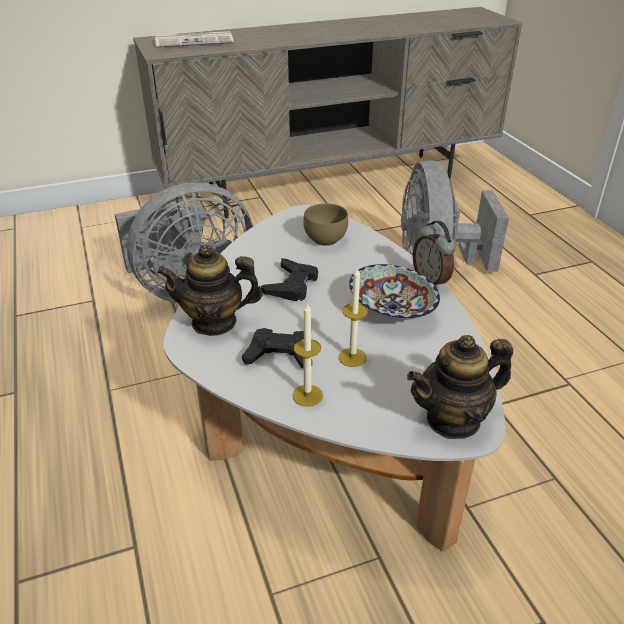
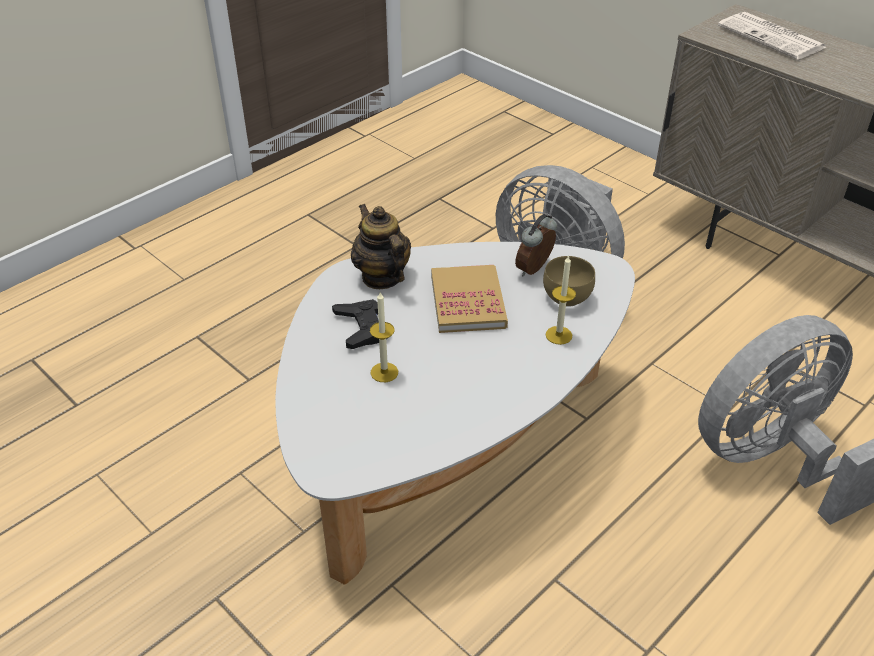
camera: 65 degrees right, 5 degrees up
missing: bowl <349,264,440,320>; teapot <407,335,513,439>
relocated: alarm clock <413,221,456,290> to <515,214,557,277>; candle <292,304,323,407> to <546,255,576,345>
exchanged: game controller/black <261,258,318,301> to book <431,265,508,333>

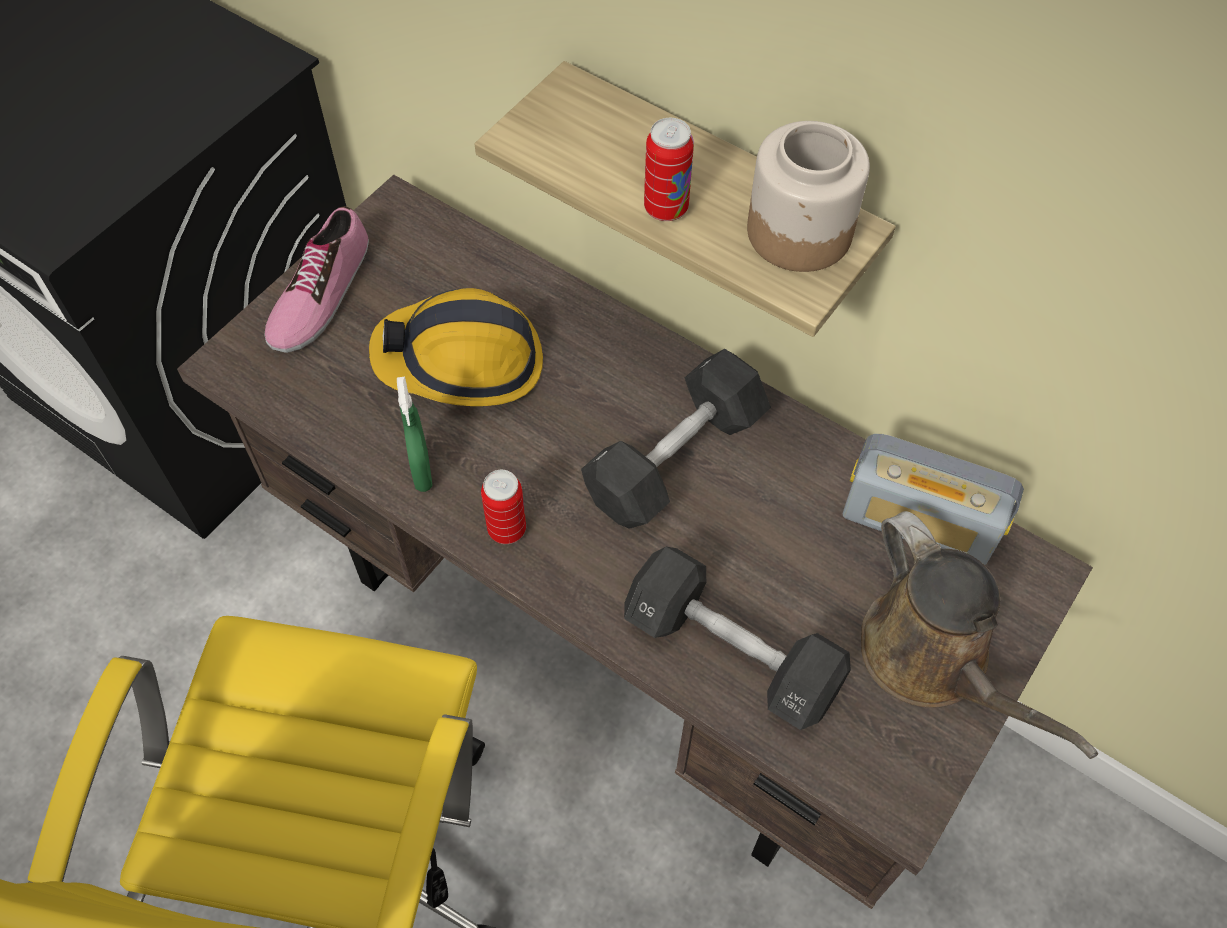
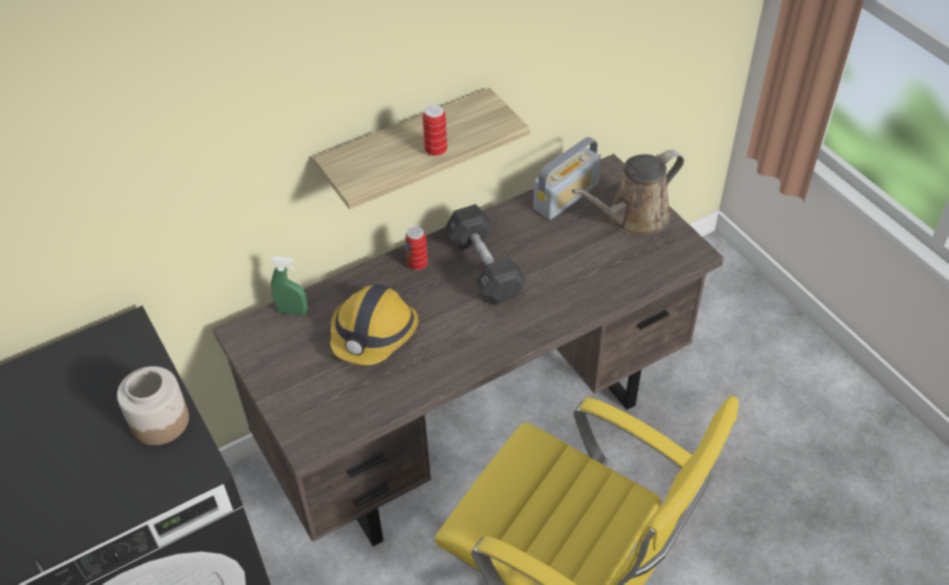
camera: 65 degrees left, 10 degrees down
missing: shoe <265,206,369,353>; dumbbell/black <624,547,851,730>
relocated: jar <747,121,870,272> to <117,366,189,445>; spray bottle/green <397,376,433,492> to <270,256,308,316>; can <481,470,526,544> to <405,226,428,270>
spun: watering can/brown <861,511,1098,759> = <572,150,684,235> 150 degrees clockwise

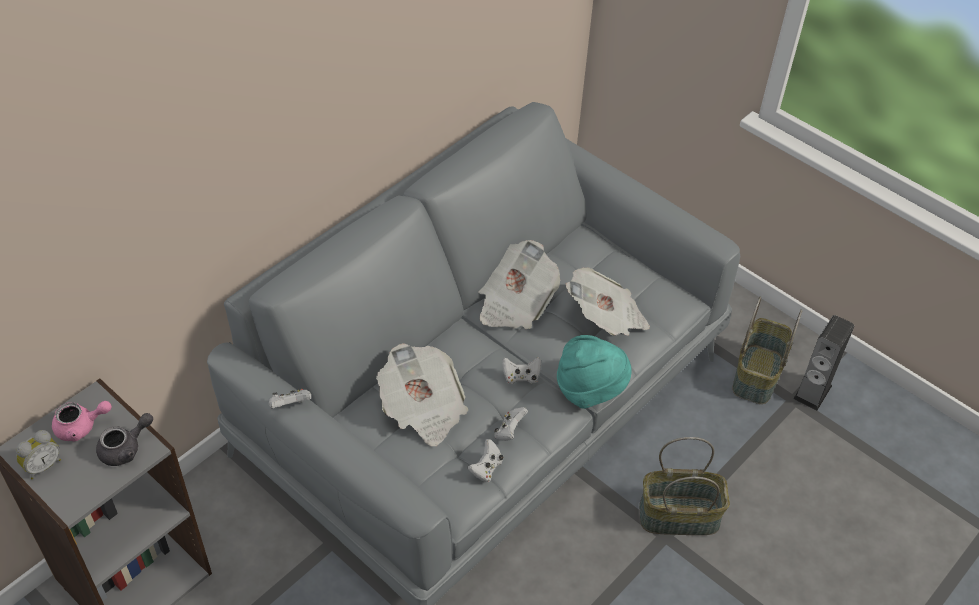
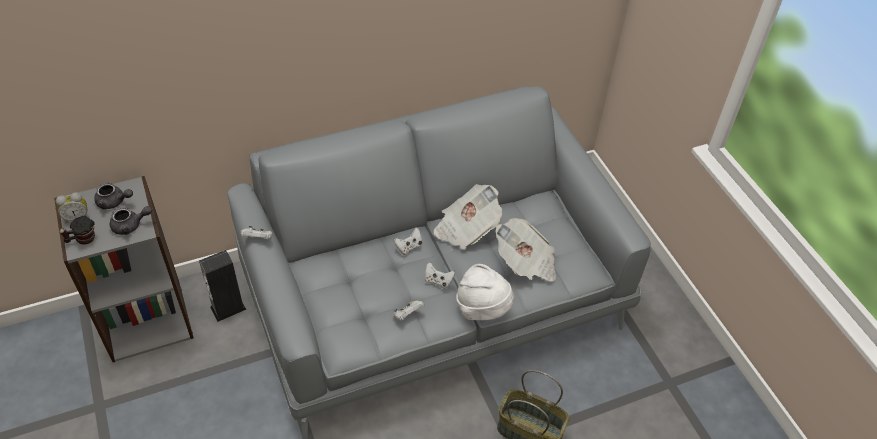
camera: 25 degrees right, 0 degrees up
missing: basket <733,297,802,404>; newspaper <376,343,468,446>
appeared: mug <59,216,95,245>
relocated: speaker <793,315,854,411> to <199,250,247,322>; game controller/white <468,439,504,482> to <394,227,422,255>
colour: hat/turquoise <557,335,632,409> to hat/white <456,264,515,320>; teapot/pink <52,401,112,441> to teapot/grey <94,183,133,210>

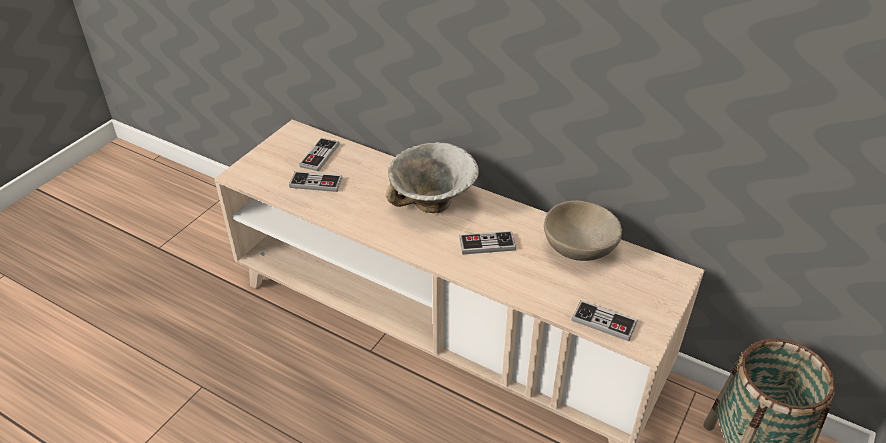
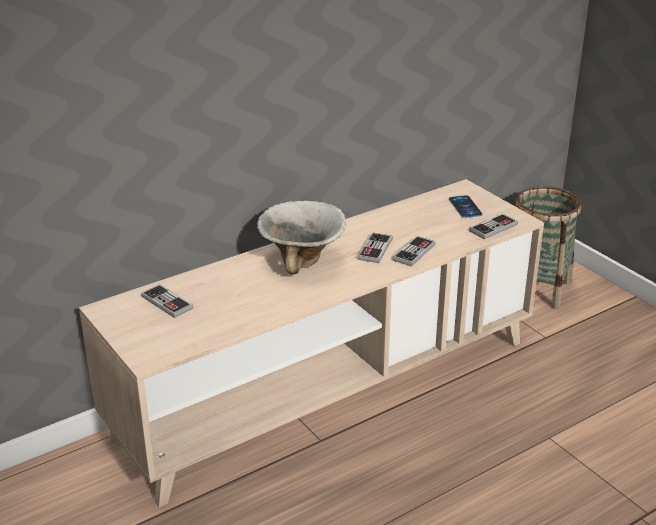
camera: 65 degrees left, 10 degrees down
missing: bowl/beige <544,200,622,261>
appeared: phone <449,195,482,218>
relocated: game controller <289,171,342,192> to <392,236,435,267>

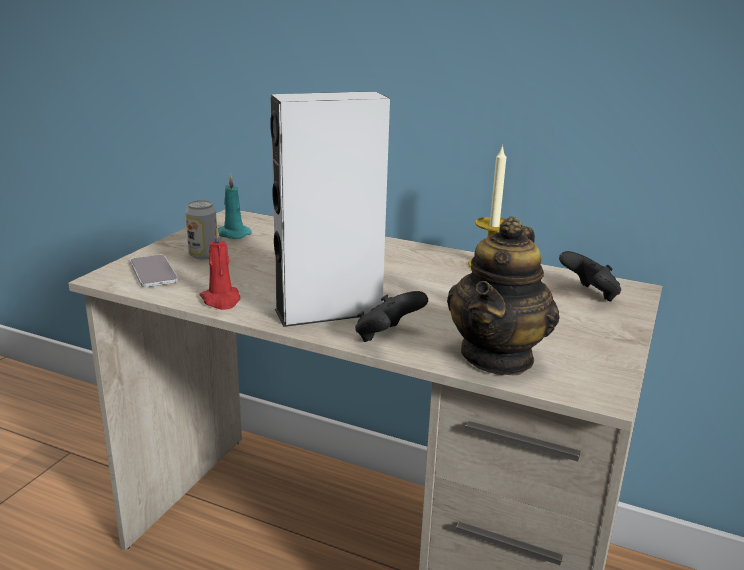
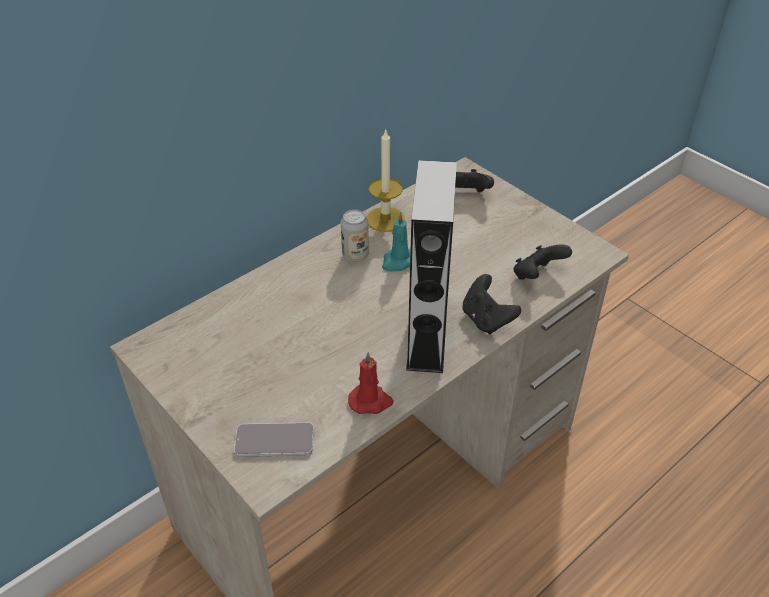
camera: 65 degrees left, 20 degrees up
relocated: candle/turquoise <218,174,252,239> to <382,212,411,272>; can <185,200,217,259> to <341,210,369,262>
exchanged: teapot <447,216,560,375> to game controller/black <514,244,572,280>

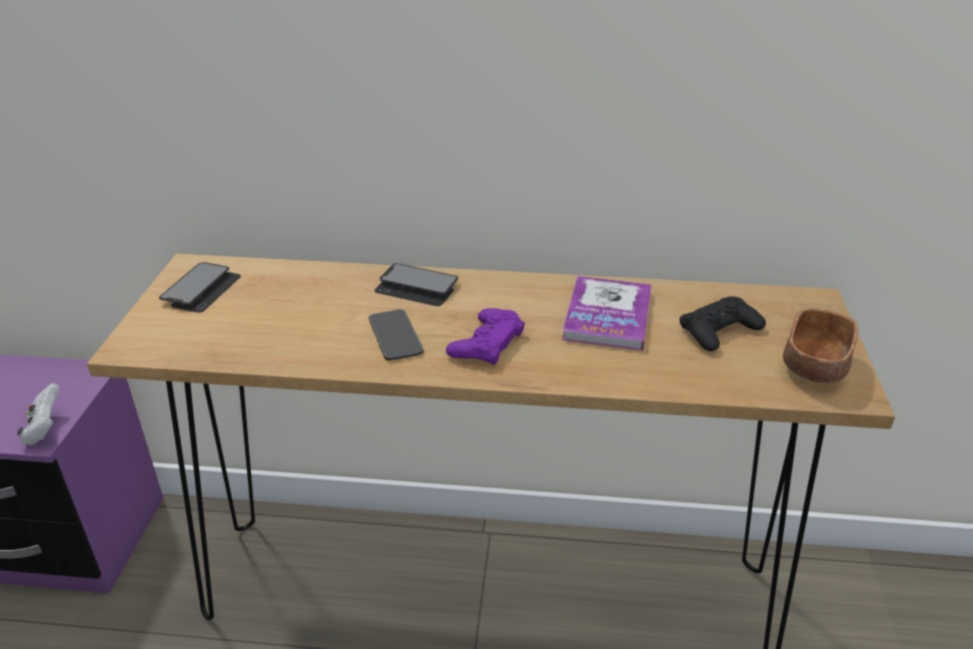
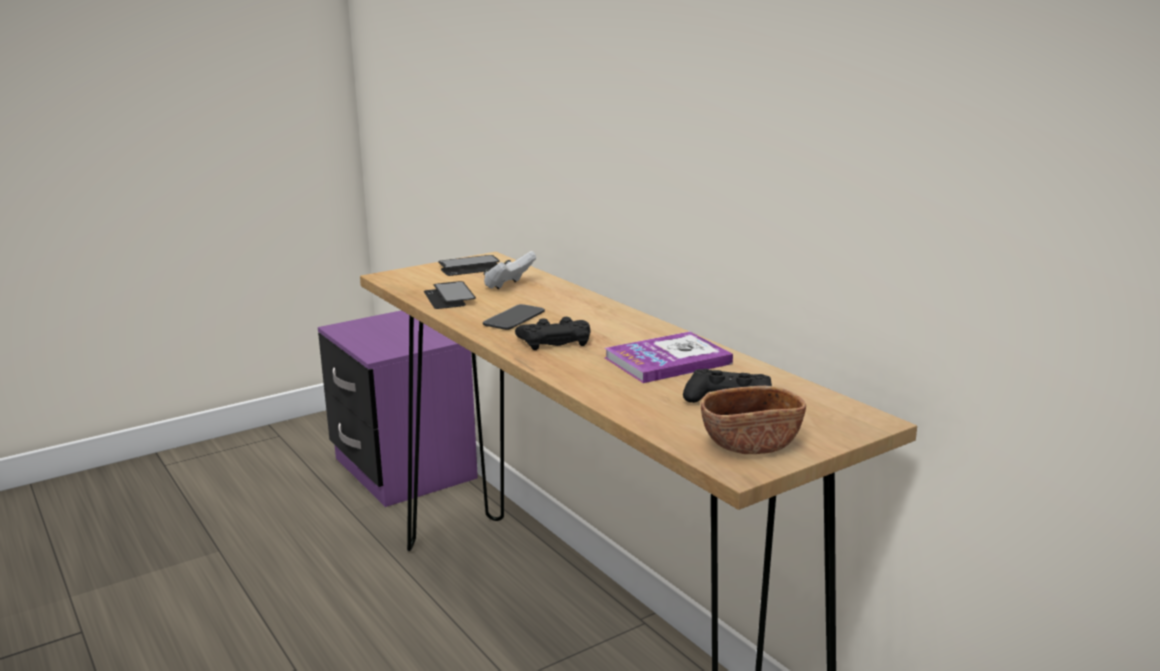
camera: 50 degrees right, 15 degrees down
relocated: phone <374,263,458,306> to <424,281,476,309>; game controller/white <17,383,60,445> to <484,251,536,289>
colour: game controller/purple <446,308,525,365> to game controller/black <515,317,591,350>

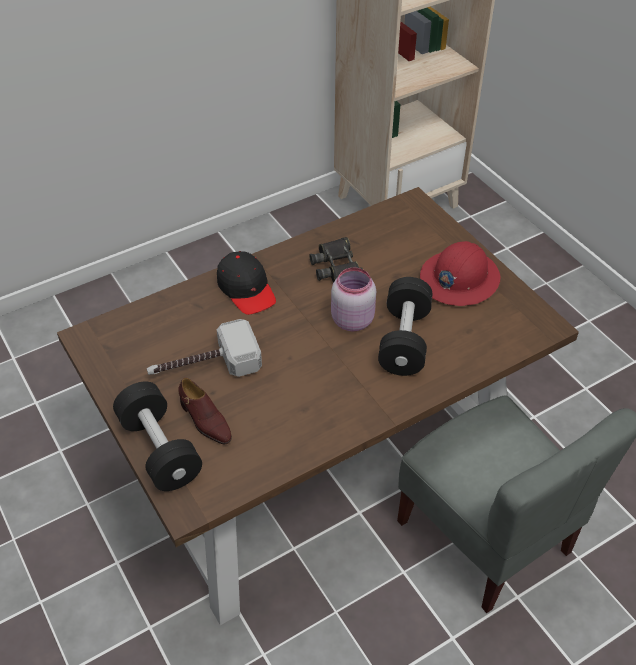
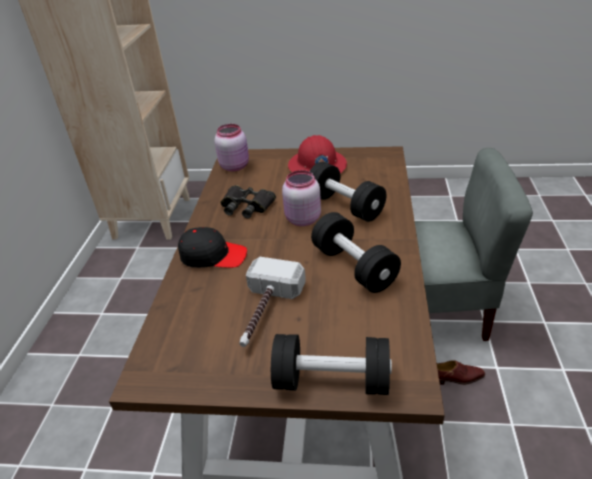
camera: 50 degrees left, 10 degrees down
appeared: jar/pink <214,124,249,171>; dumbbell/black <311,212,401,293>
relocated: shoe/brown <178,378,232,444> to <437,360,485,385>

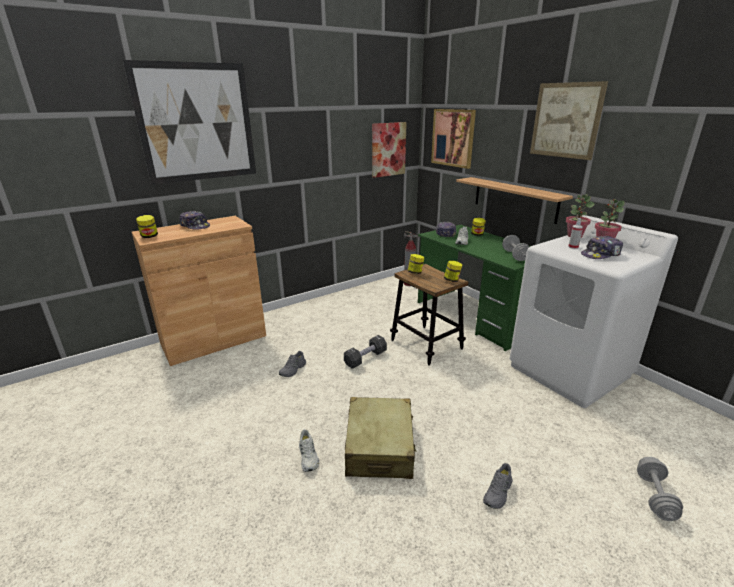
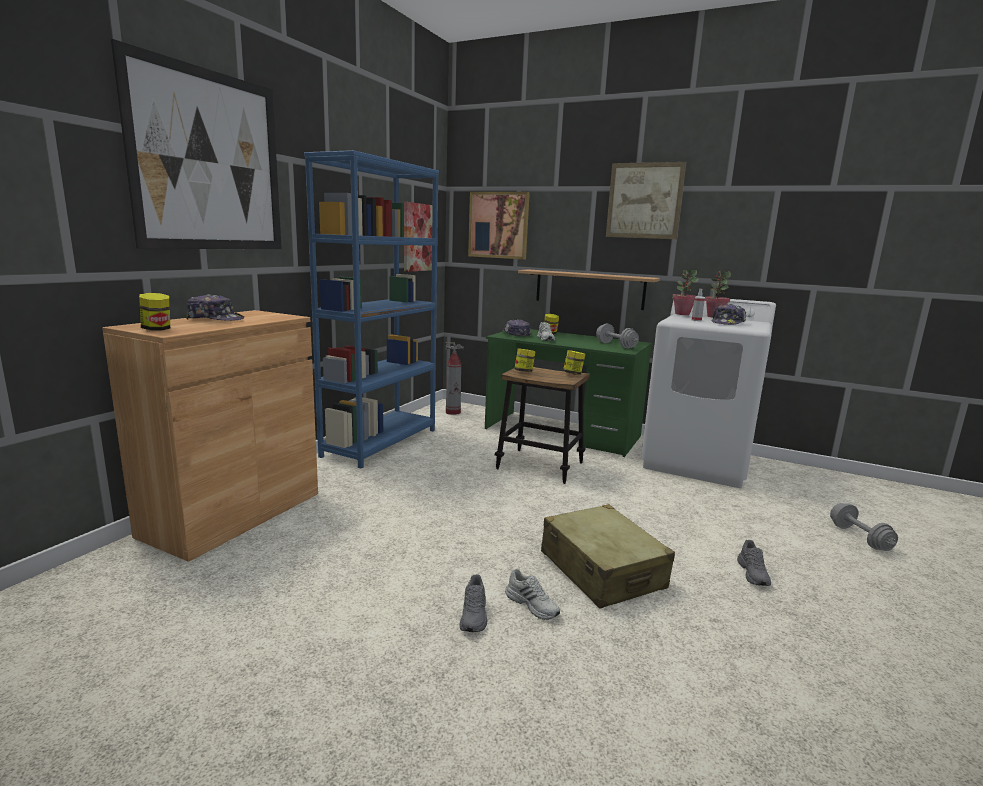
camera: 30 degrees left, 10 degrees down
missing: dumbbell/black <344,335,387,369>
appeared: bookcase/blue <304,150,439,469>
relocated: shoe/grey <279,351,306,377> to <460,574,487,632>

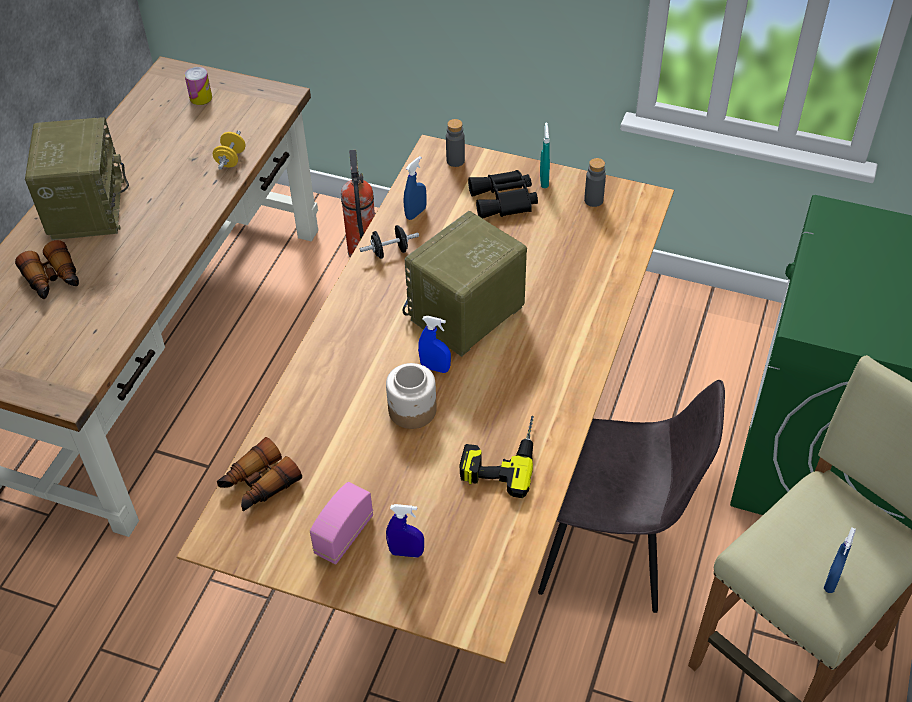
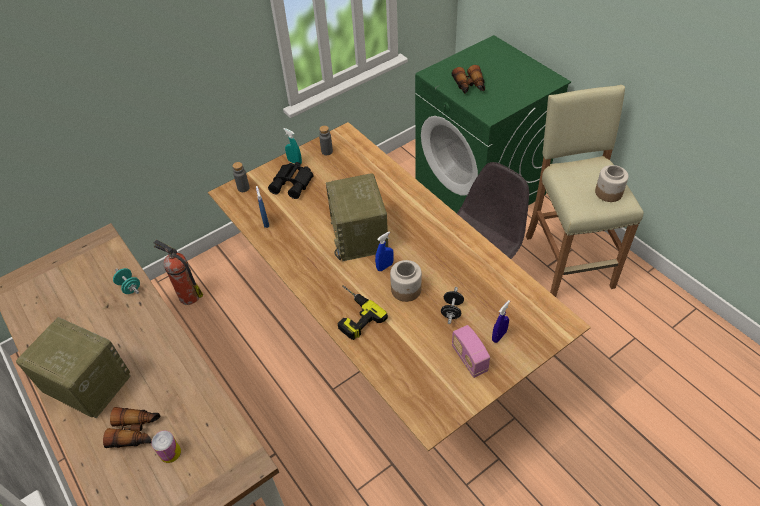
camera: 55 degrees left, 0 degrees up
relocated: can <184,67,212,105> to <151,431,181,463>; dumbbell/black <360,225,419,259> to <441,287,464,324>; power drill <460,416,534,498> to <338,285,388,340>; binoculars <217,437,302,511> to <452,65,485,94>
exchanged: spray bottle/blue <824,527,856,593> to jar <595,165,629,202>
colour: dumbbell/yellow <213,130,245,170> to dumbbell/turquoise <113,268,140,294>

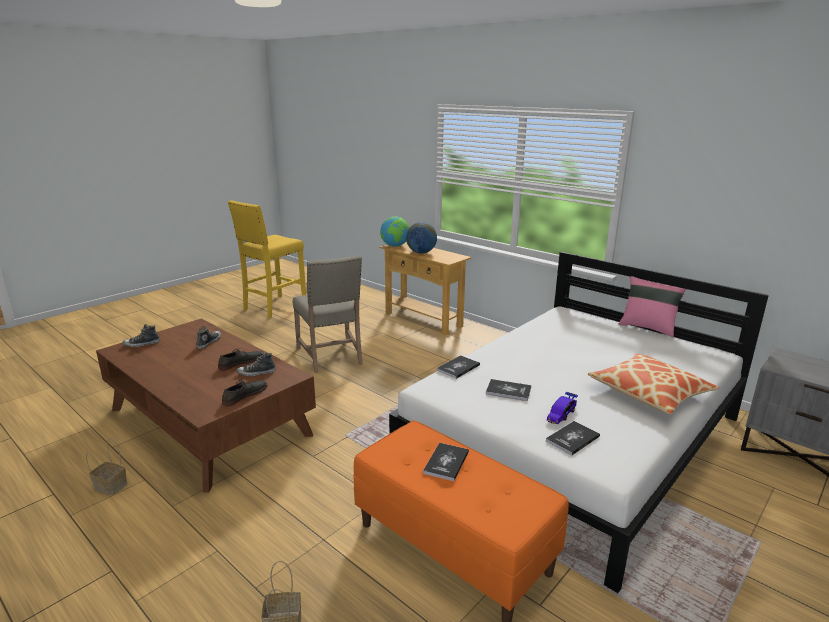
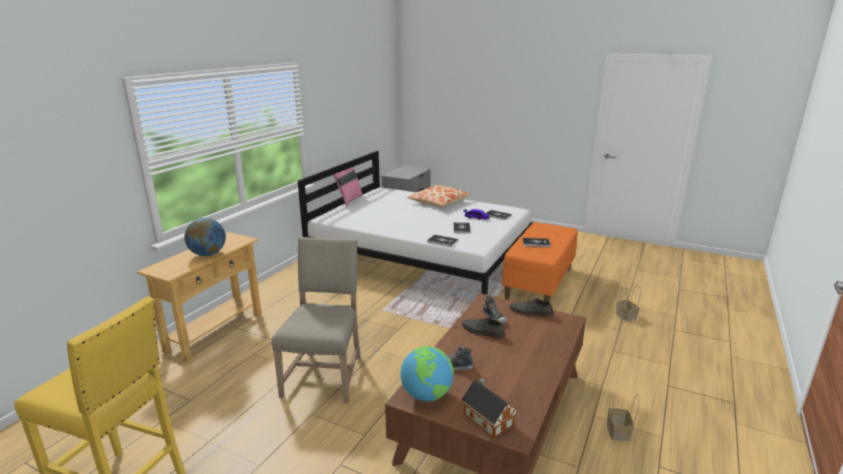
camera: 105 degrees left, 0 degrees up
relocated: globe <380,217,409,247> to <400,346,454,402>
exchanged: shoe <122,324,160,347> to toy house <462,378,518,439>
spun: chair/beige <293,255,363,373> = <271,237,361,404> 45 degrees counterclockwise

